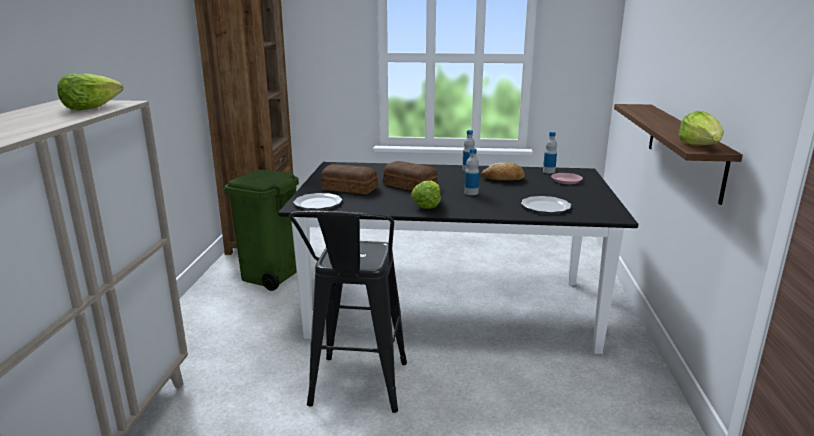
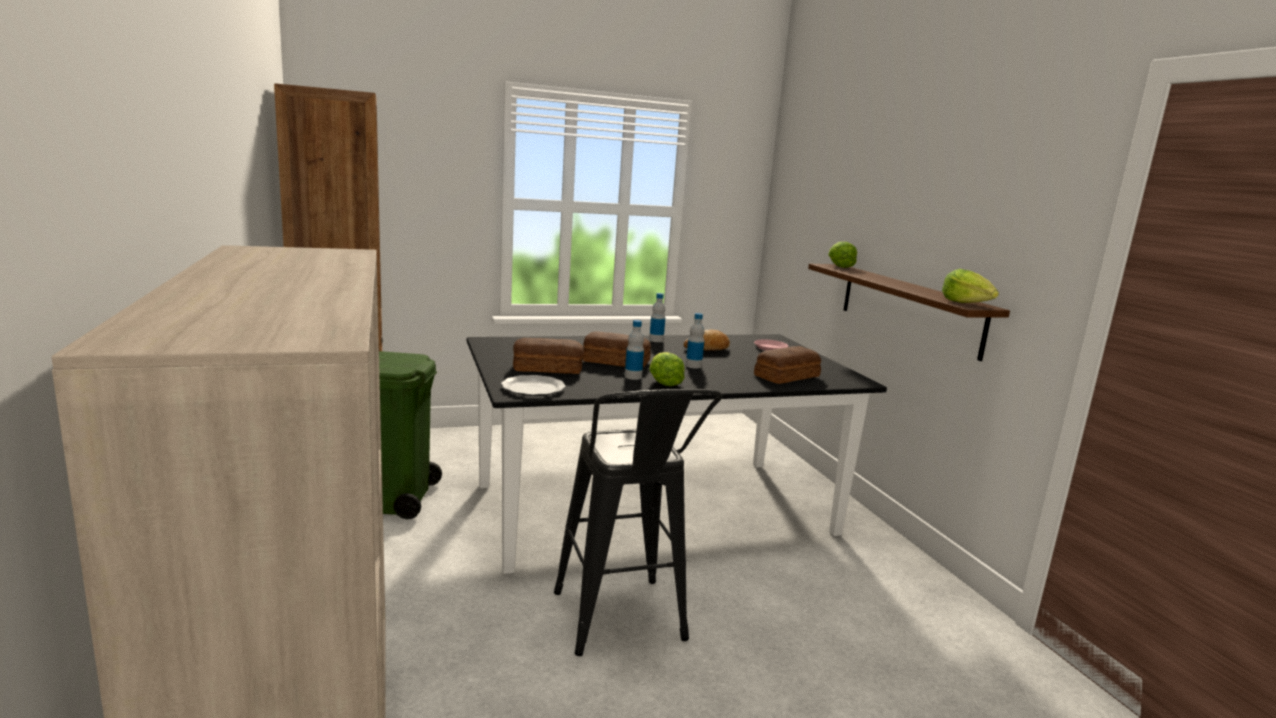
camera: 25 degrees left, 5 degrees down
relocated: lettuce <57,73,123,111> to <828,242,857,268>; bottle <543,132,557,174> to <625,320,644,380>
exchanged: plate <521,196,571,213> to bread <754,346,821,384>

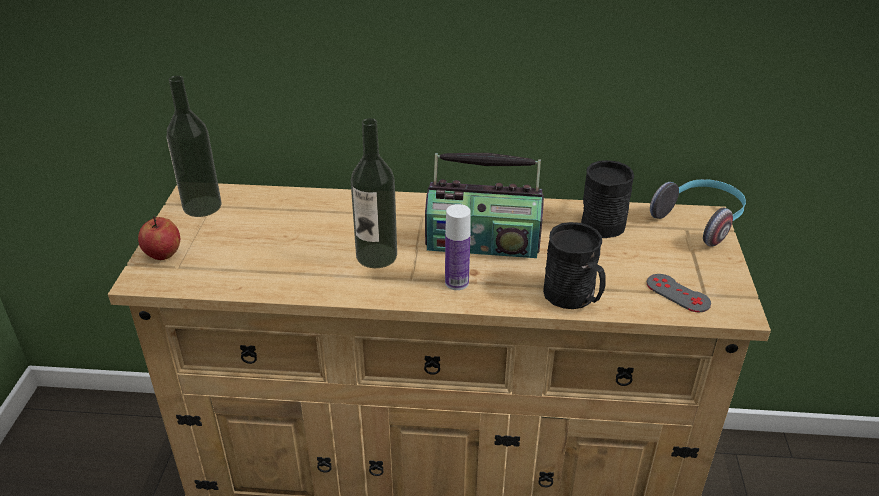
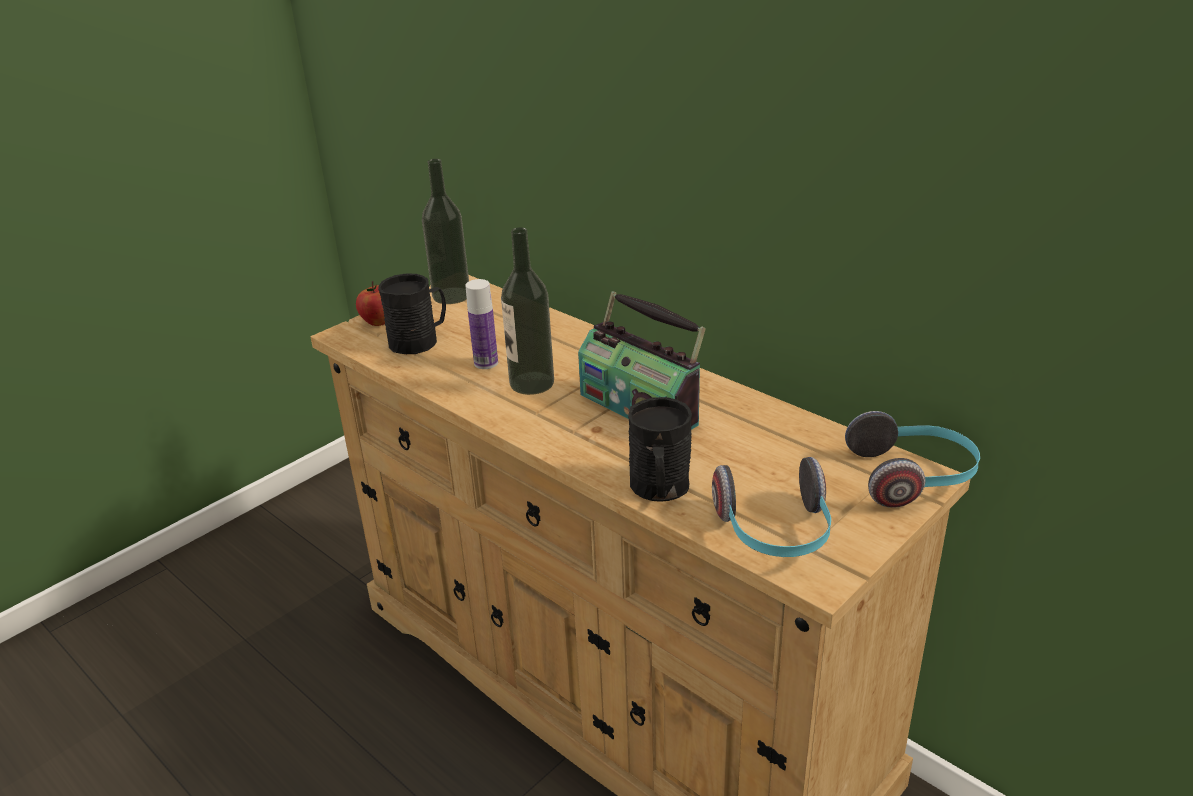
camera: 40 degrees right, 5 degrees down
relocated: mug/black <581,160,634,238> to <378,273,446,354>; bottle <445,204,471,290> to <465,279,498,369>
exchanged: game controller/grey <647,274,711,312> to headphones <712,457,831,557>

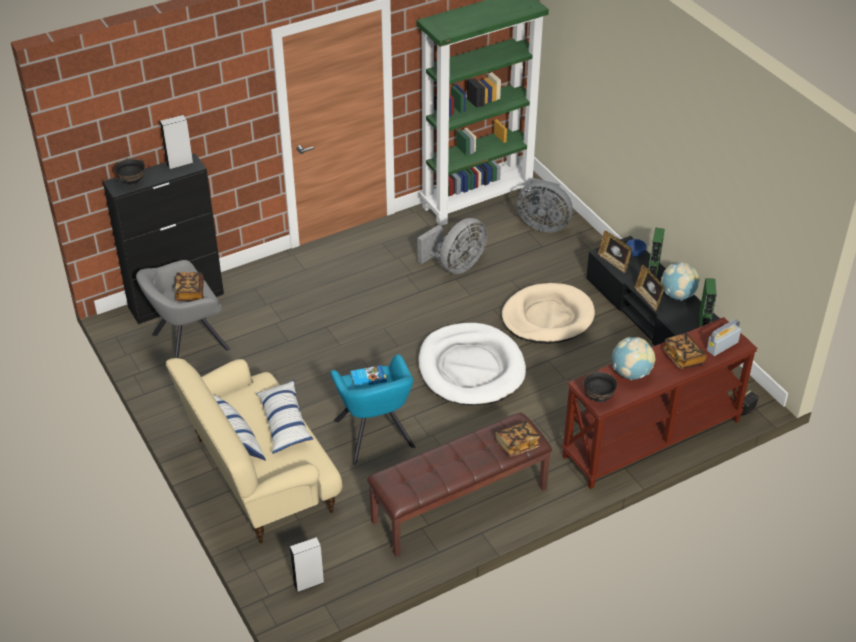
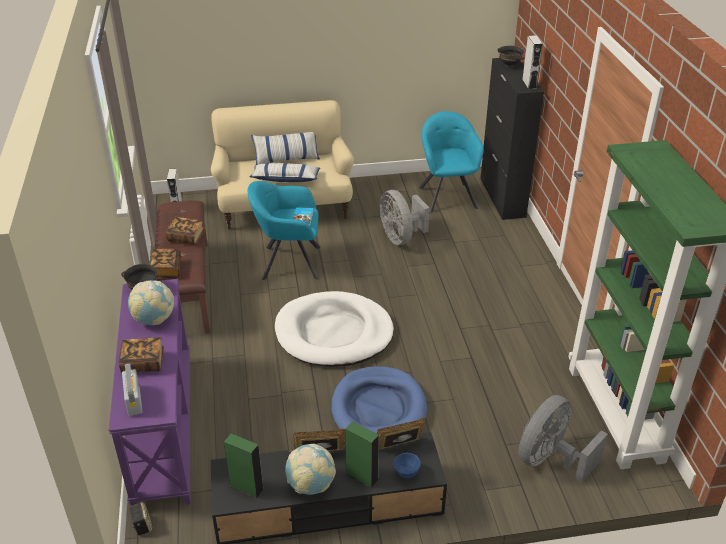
camera: 110 degrees right, 5 degrees down
relocated: fan/grey <418,218,487,274> to <380,190,430,245>; book <175,272,204,302> to <166,217,205,245>
colour: armchair/grey <136,260,230,358> to armchair/turquoise <419,111,484,213>; dog bed/beige <502,283,595,344> to dog bed/blue <331,366,427,434>; console table/brown <561,317,758,489> to console table/purple <109,279,191,506>

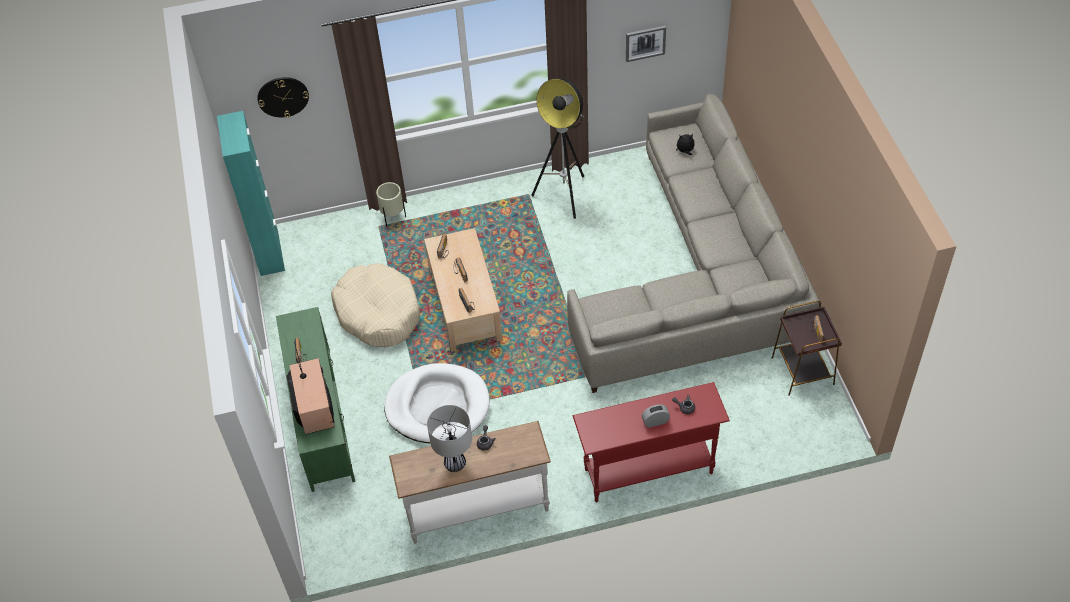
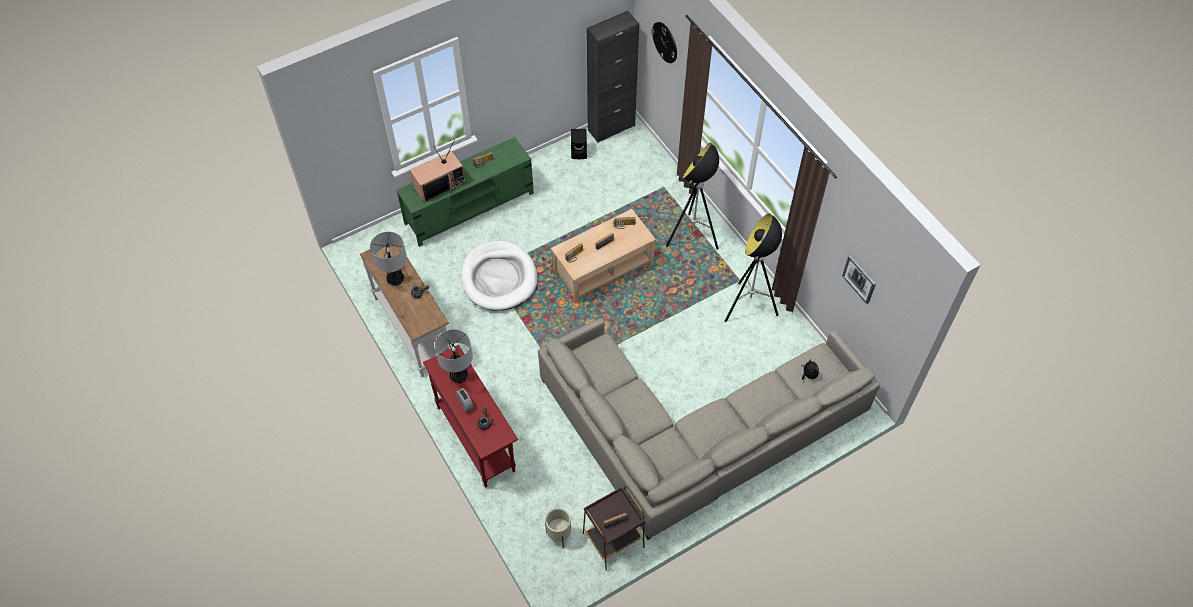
camera: 70 degrees right, 5 degrees up
missing: dog bed/beige <331,263,420,347>
appeared: speaker/black <571,129,587,159>; floor lamp <666,142,719,250>; table lamp <435,329,473,383>
relocated: planter/beige <376,182,406,226> to <545,508,571,548>
colour: cabinet/turquoise <217,111,285,276> to cabinet/black <587,11,639,143>

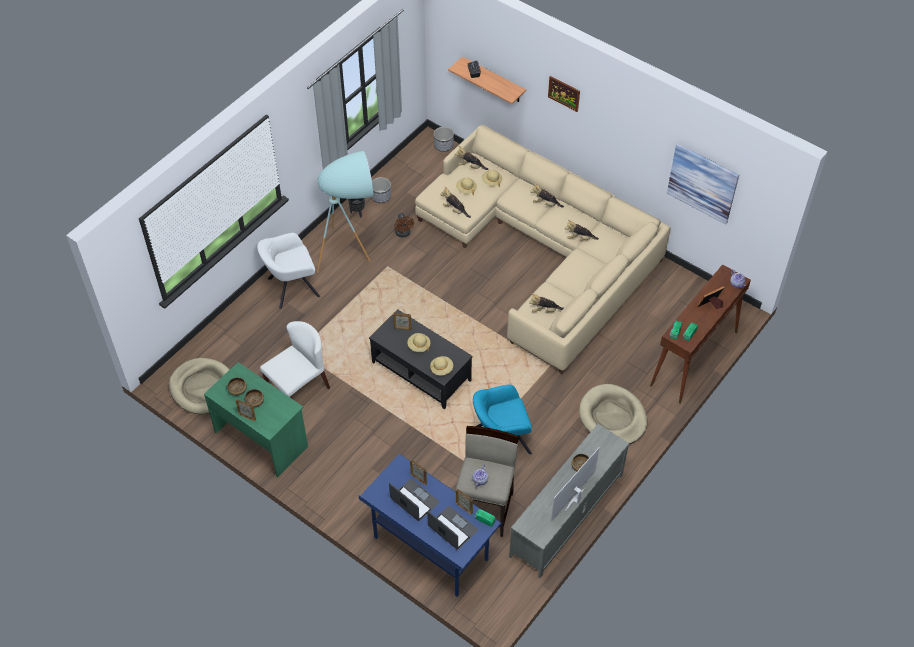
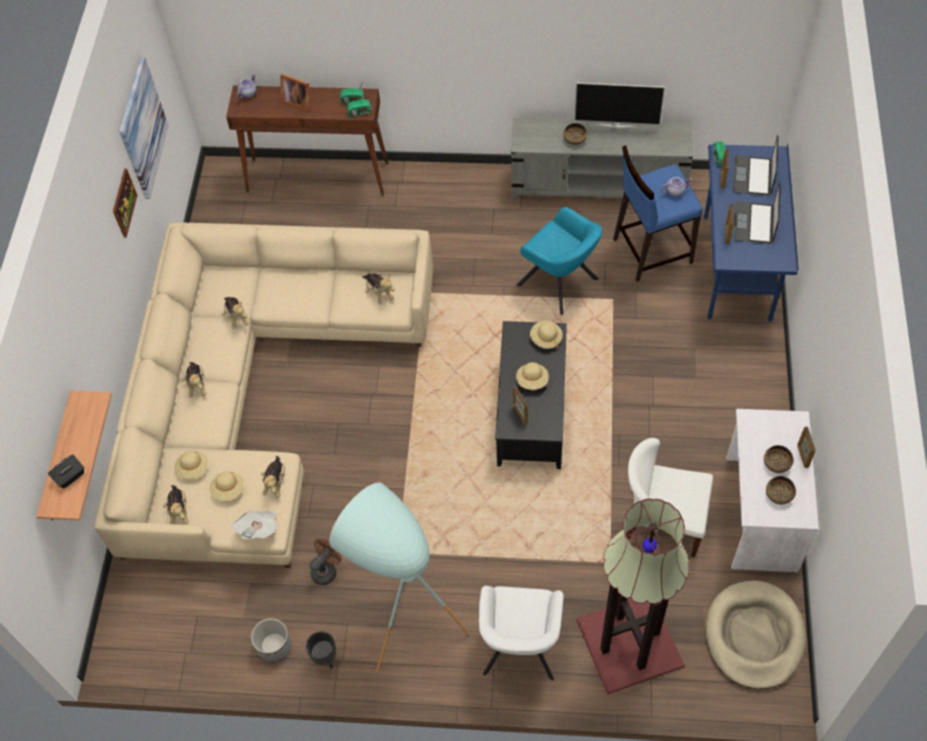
camera: 120 degrees left, 5 degrees up
missing: planter <434,127,454,152>; dog bed/beige <579,384,647,444>
appeared: floor lamp <577,499,689,694>; newspaper <232,510,278,539>
relocated: picture <548,76,580,112> to <113,168,137,238>
colour: desk/green <204,362,308,477> to desk/white <726,409,819,572>; stool/beige <456,426,519,537> to stool/blue <613,145,703,282>
spun: armchair/white <257,233,320,309> = <479,586,564,681> 60 degrees clockwise

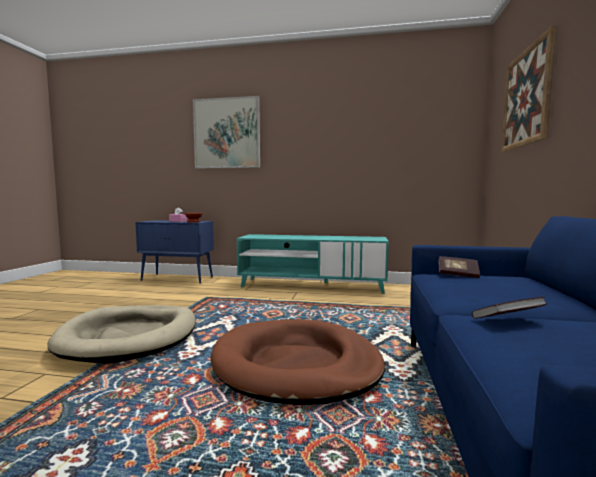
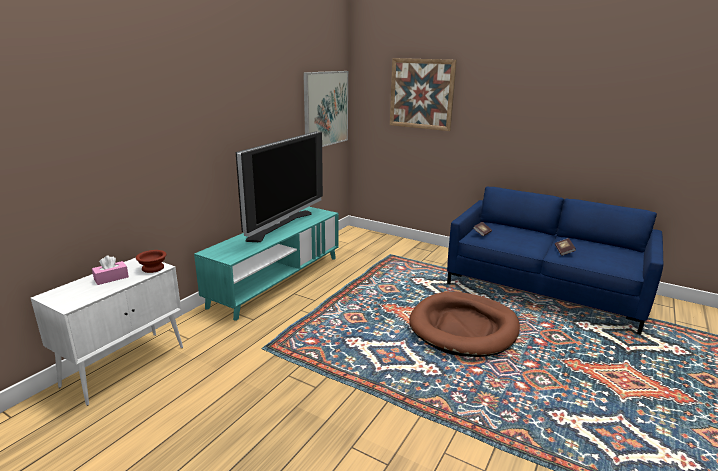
camera: 70 degrees left, 15 degrees up
missing: dog bed/beige <47,305,196,364>
appeared: television <236,131,323,242>
relocated: picture <193,96,260,169> to <303,71,348,147>
colour: cabinet/blue <135,220,214,284> to cabinet/white <31,258,183,406>

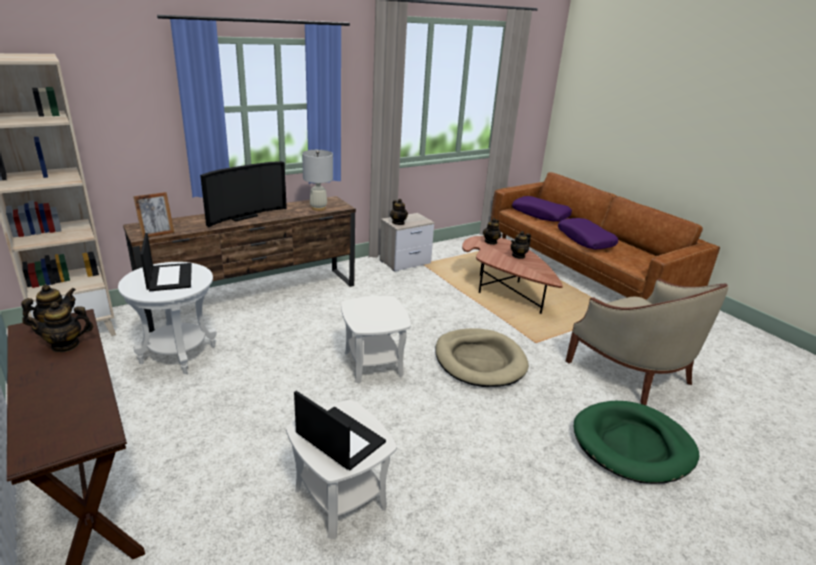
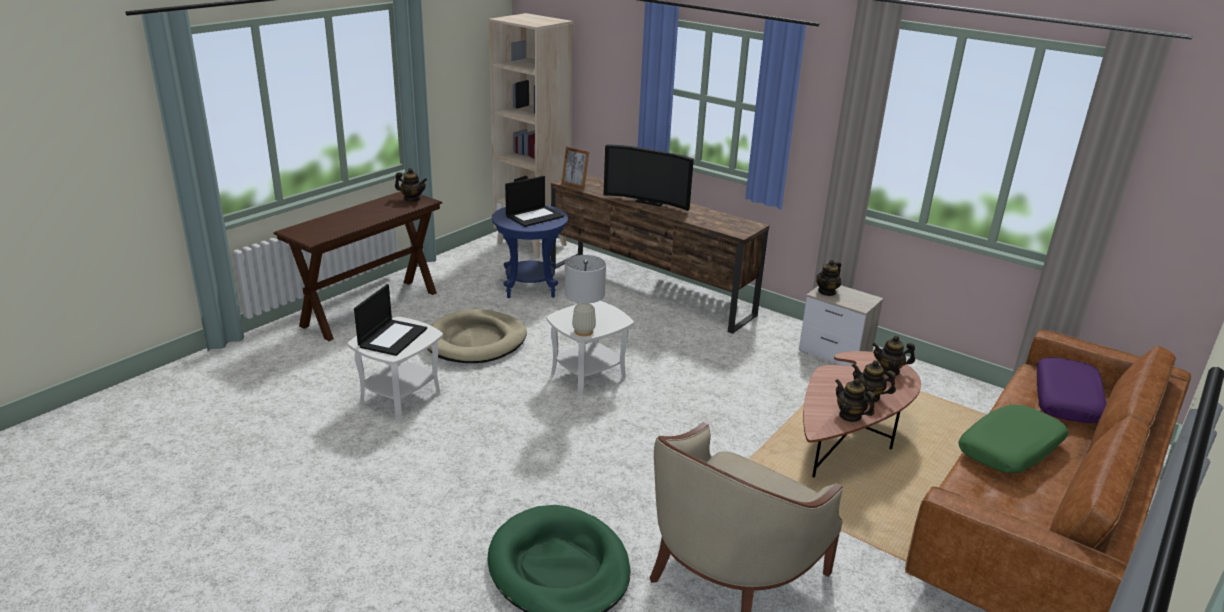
camera: 70 degrees right, 0 degrees up
relocated: table lamp/white <302,150,333,211> to <565,255,606,336>; teapot <26,302,94,352> to <836,378,875,422>; dog bed/beige <435,328,529,387> to <428,309,527,363>
colour: pillow/purple <558,218,618,249> to pillow/green <958,405,1069,473>; side table/white <118,262,217,374> to side table/blue <492,205,568,298>

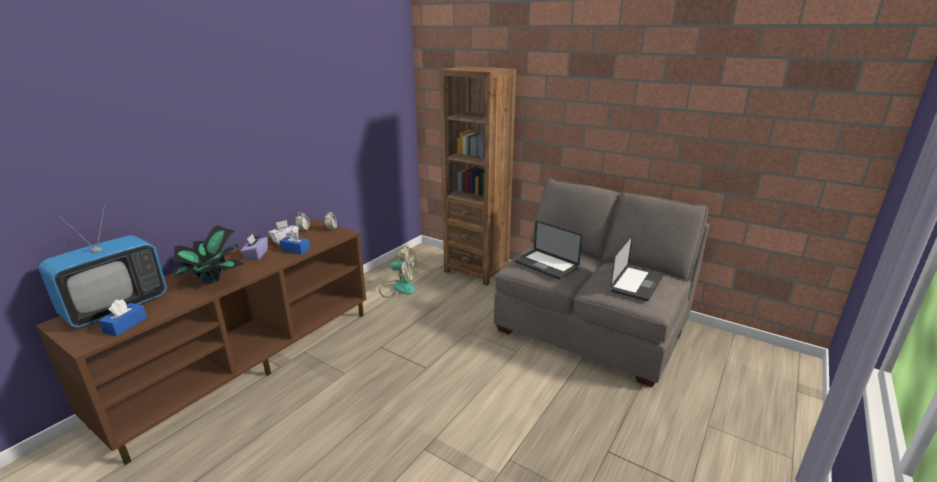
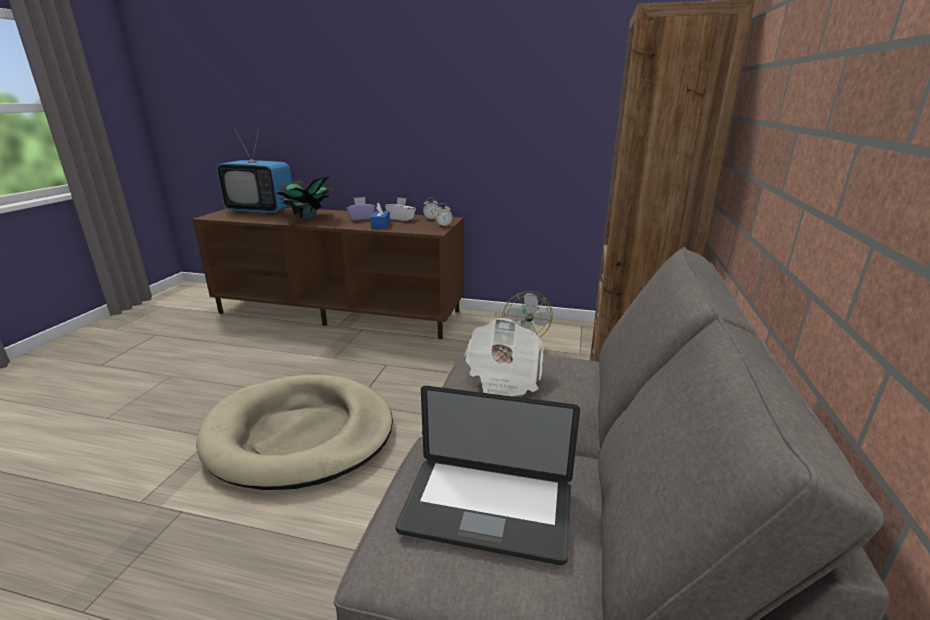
camera: 70 degrees right, 0 degrees up
missing: tissue box/blue <98,300,147,336>
appeared: dog bed/beige <196,374,393,490>
exchanged: laptop <515,221,582,279> to newspaper <464,318,544,396>

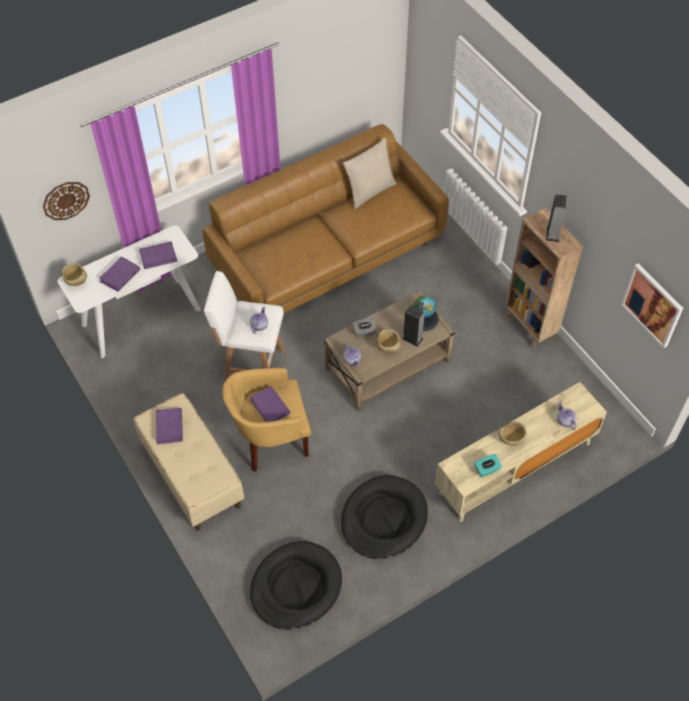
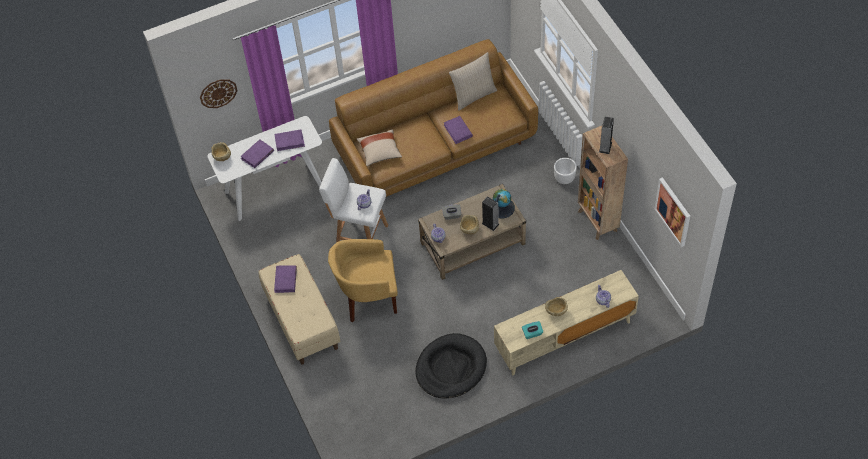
camera: 10 degrees right, 0 degrees up
missing: dog bed/black <250,541,342,630>
appeared: pillow/beige <357,129,402,166>; planter/white <554,158,577,184>
relocated: book/purple <250,386,290,422> to <444,116,473,144>

